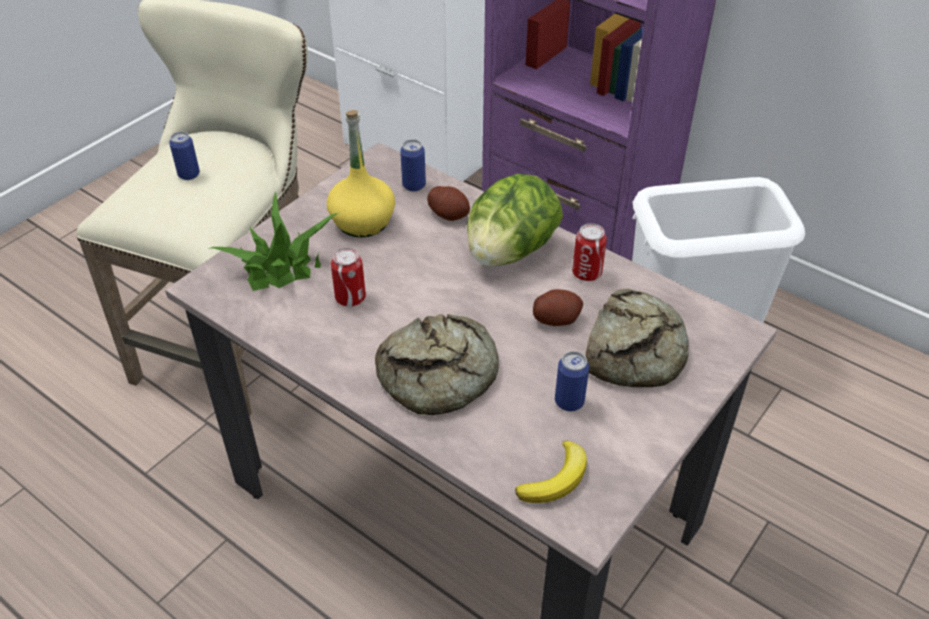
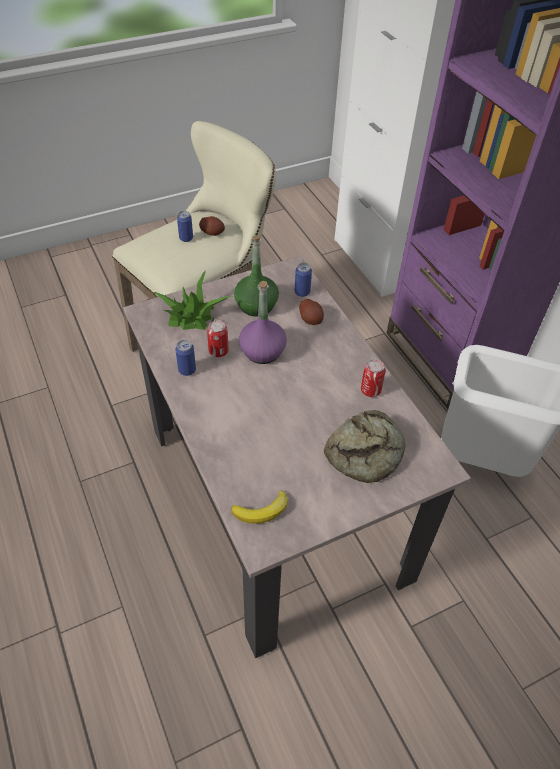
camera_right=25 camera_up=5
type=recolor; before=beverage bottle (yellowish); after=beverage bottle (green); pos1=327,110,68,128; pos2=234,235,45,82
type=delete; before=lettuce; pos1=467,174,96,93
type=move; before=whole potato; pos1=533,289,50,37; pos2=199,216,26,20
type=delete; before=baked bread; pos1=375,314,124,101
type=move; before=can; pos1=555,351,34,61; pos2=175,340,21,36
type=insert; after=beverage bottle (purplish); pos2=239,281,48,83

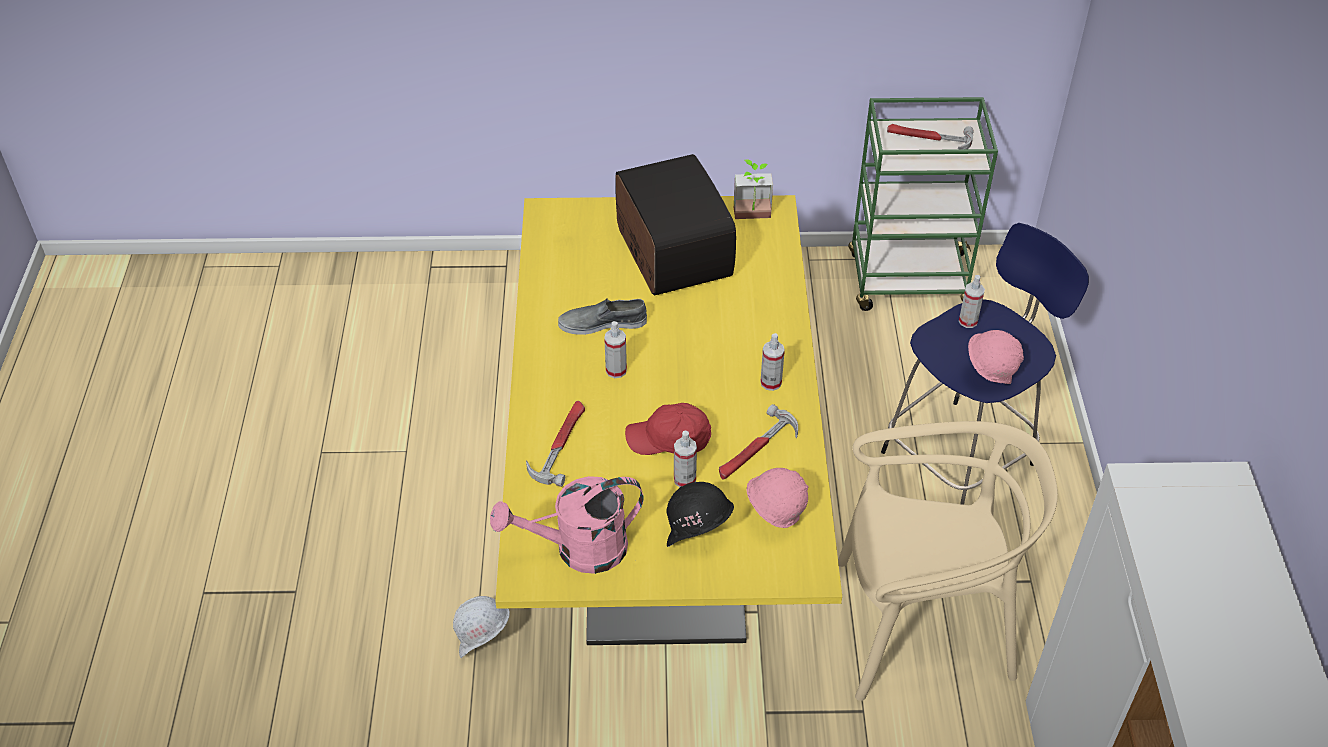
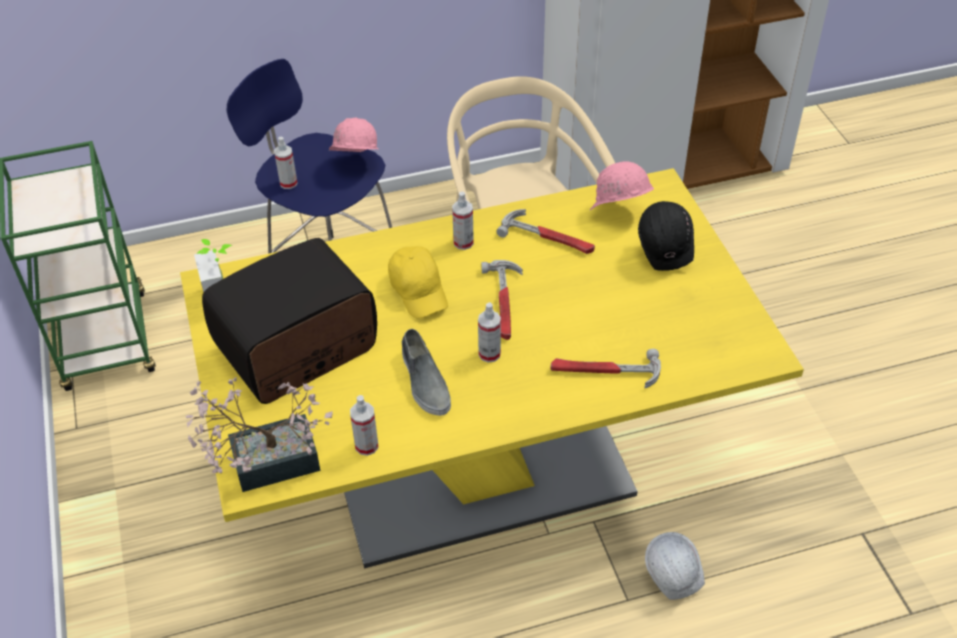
camera_right=-105 camera_up=0
type=move; before=hammer; pos1=887,124,87,25; pos2=481,260,42,80
type=delete; before=peaked cap (red); pos1=625,403,86,52
type=move; before=sprayer; pos1=674,430,23,58; pos2=350,395,28,61
type=delete; before=watering can (pinkish); pos1=490,476,154,98
type=insert; after=peaked cap (yellowish); pos2=388,246,60,72
type=insert; after=houseplant; pos2=185,377,148,115

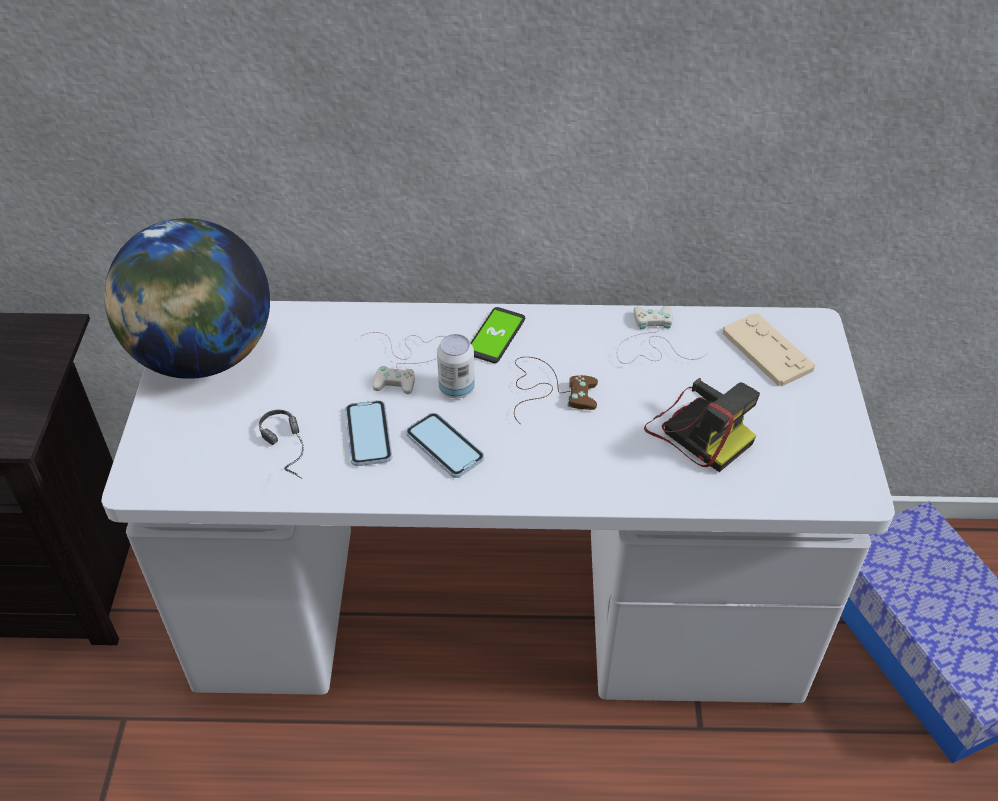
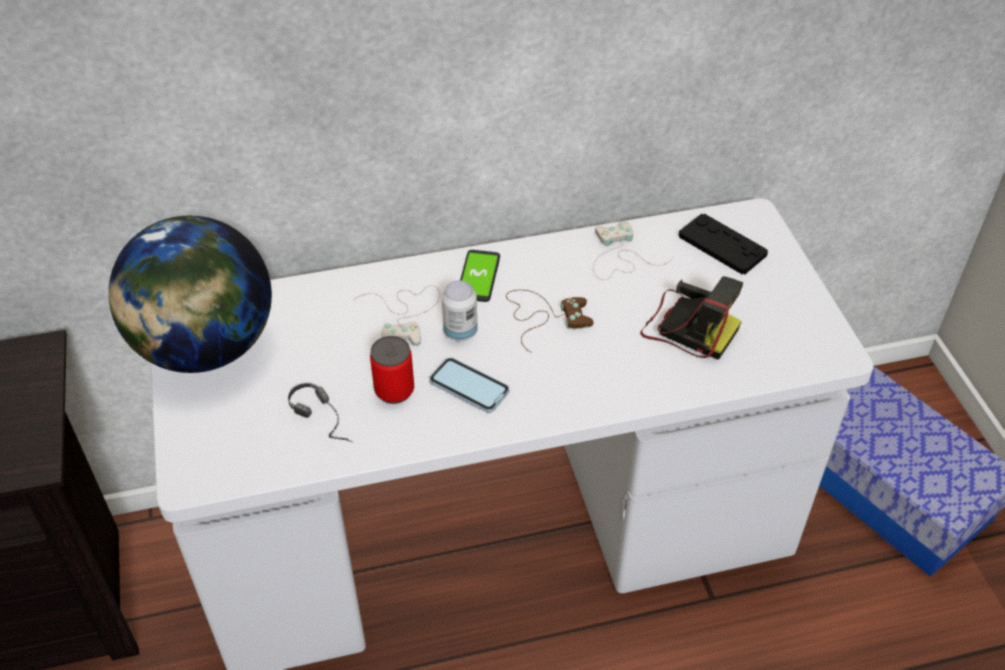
camera_right=-15 camera_up=0
type=recolor; before=gamepad (sand-coloured); after=gamepad (blackish); pos1=723,313,92,74; pos2=679,214,89,60
type=replace; before=handset; after=can; pos1=345,400,47,66; pos2=370,336,44,68

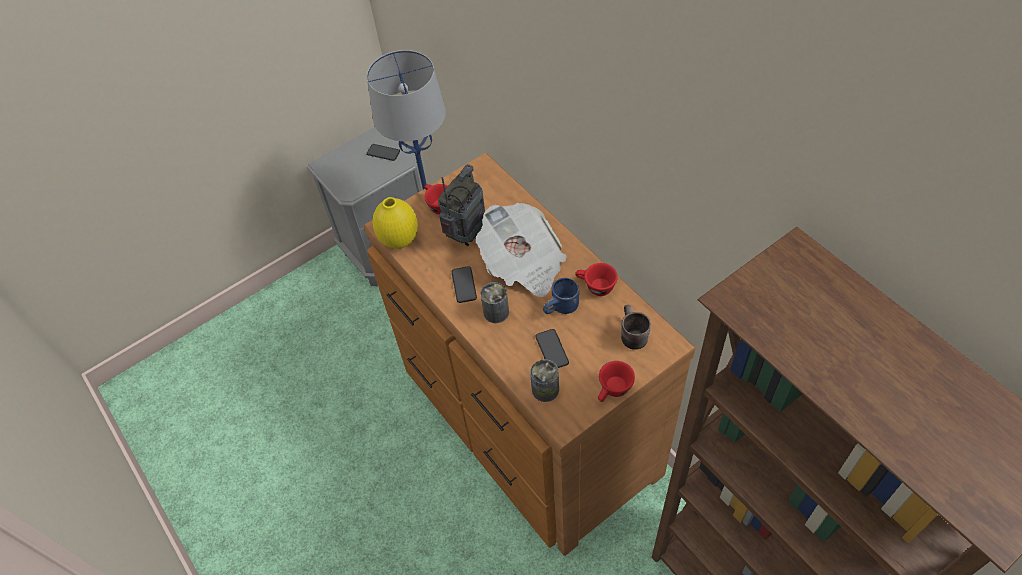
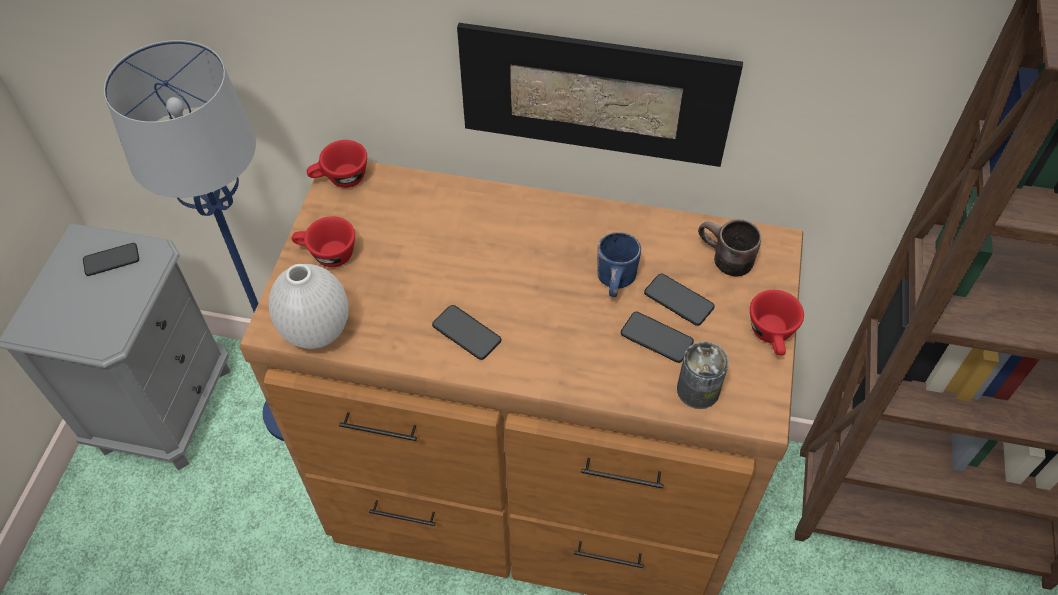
camera_right=-45 camera_up=0
type=delete; before=radio; pos1=438,164,47,82
type=recolor; before=flower vase (yellowish); after=flower vase (whitish); pos1=372,197,46,52; pos2=269,264,79,85
type=delete; before=daily paper; pos1=476,203,91,94
type=move; before=small cup (red); pos1=575,263,43,33; pos2=307,140,60,48
type=delete; before=can; pos1=480,282,29,41
type=insert; after=picture; pos2=457,23,286,144
type=insert; after=handset; pos2=644,273,71,53

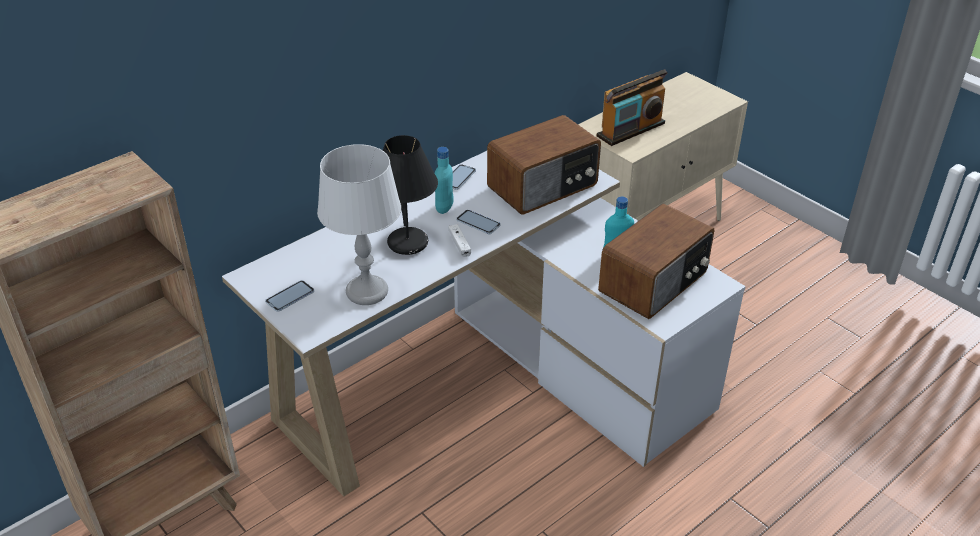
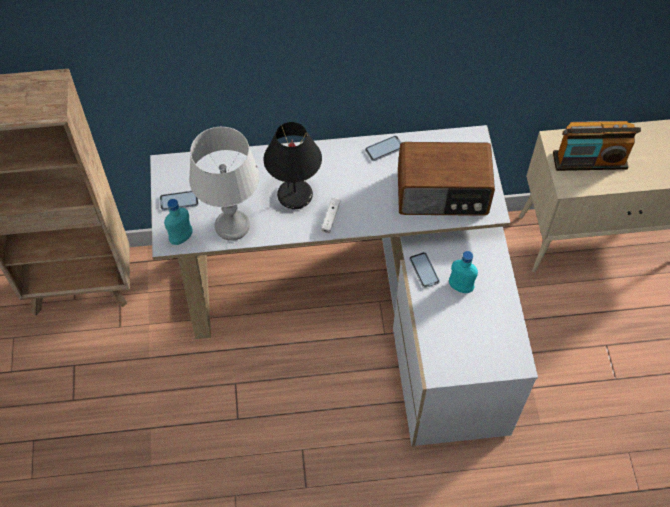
camera_right=35 camera_up=20
type=move; before=beverage bottle (turquoise); pos1=435,147,19,67; pos2=164,199,29,46
type=delete; before=radio; pos1=598,204,117,115
type=move; before=handset; pos1=456,210,45,24; pos2=409,252,31,36

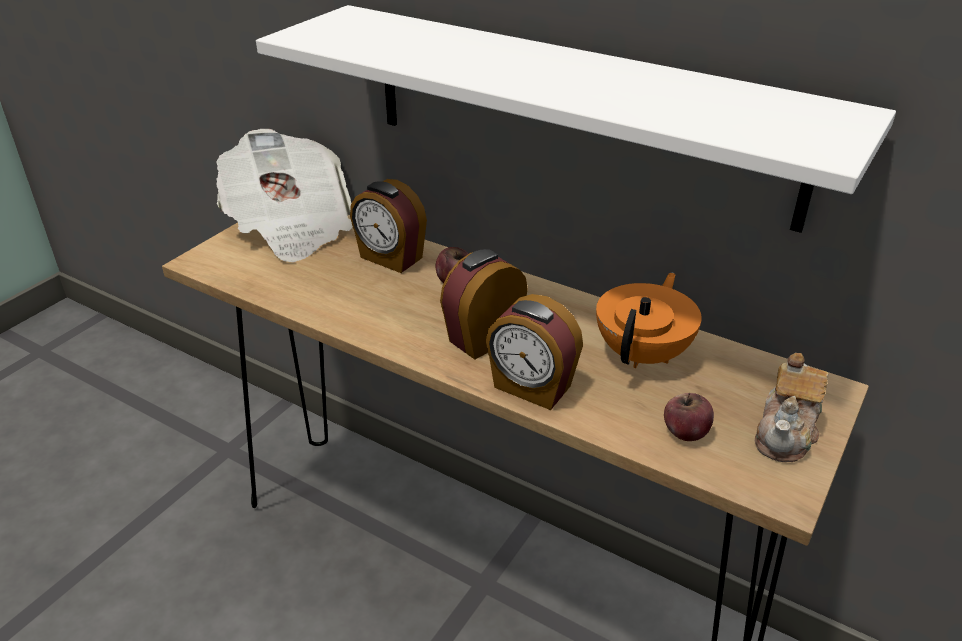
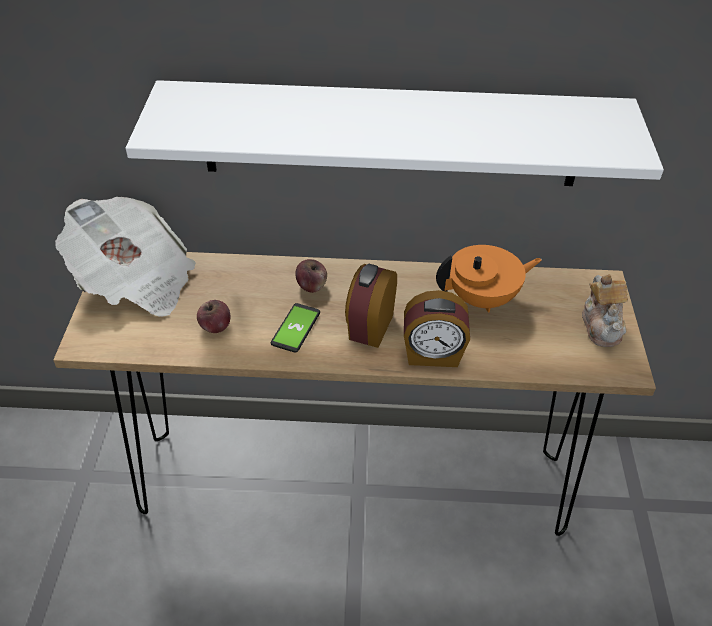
camera_right=-30 camera_up=10
type=delete; before=alarm clock; pos1=350,179,77,94
type=rotate; before=teapot (orange-coloured); pos1=596,273,106,95; pos2=436,245,106,67; turn=75
type=move; before=whole apple; pos1=664,393,50,48; pos2=197,300,34,33
type=insert; after=handset; pos2=271,303,49,49

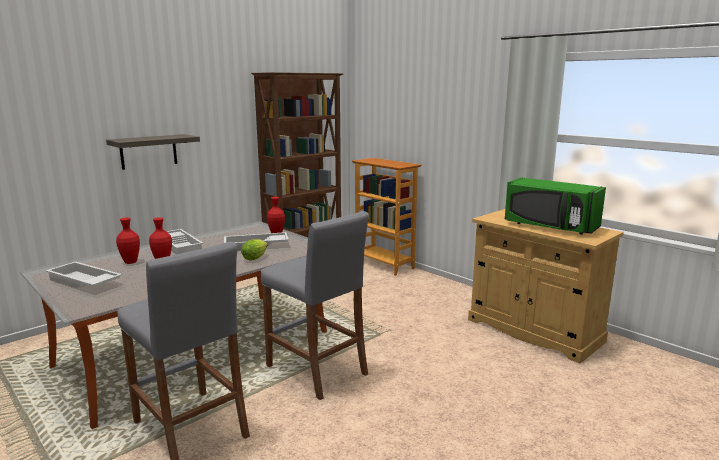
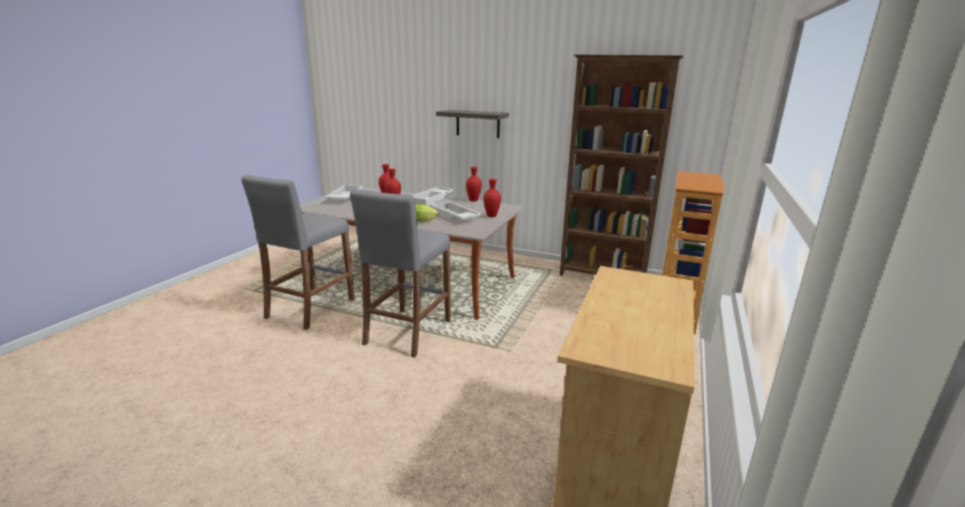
camera_right=65 camera_up=5
type=delete; before=kitchen microwave (green); pos1=505,177,101,58
type=insert; after=flower vase (red); pos2=466,167,16,34

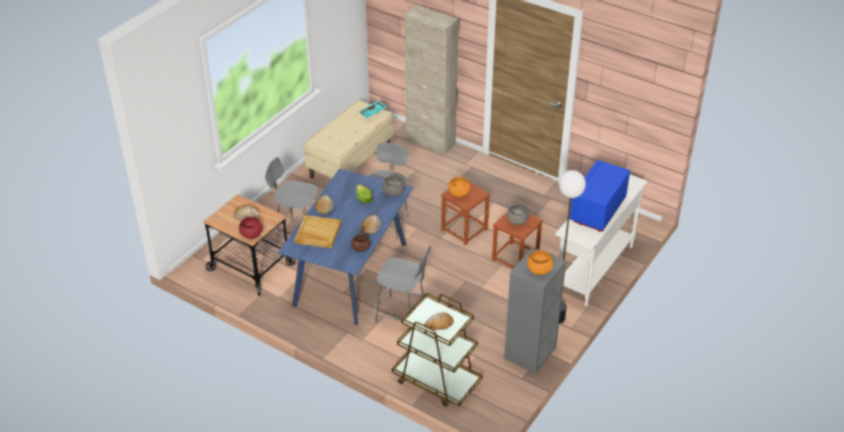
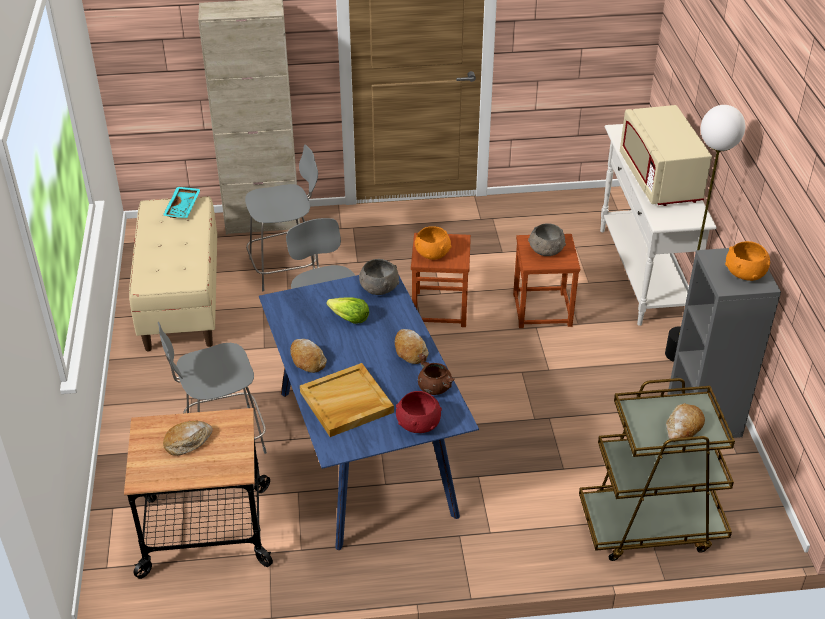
camera_right=-40 camera_up=0
type=recolor; before=kitchen microwave (blue-coloured); after=kitchen microwave (sand-coloured); pos1=570,160,60,72; pos2=620,105,92,101
type=move; before=deep dish (red); pos1=239,217,24,22; pos2=396,391,46,42
type=move; before=plain chair (gray); pos1=375,246,56,78; pos2=245,145,73,146

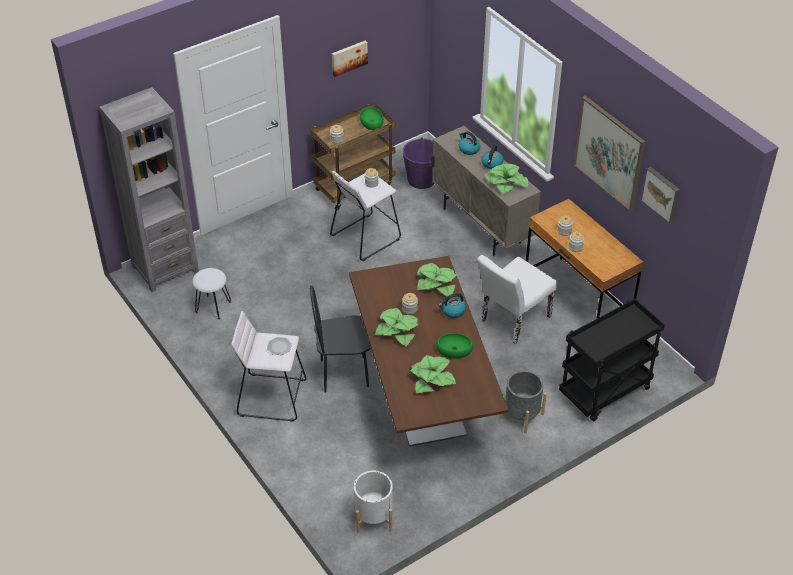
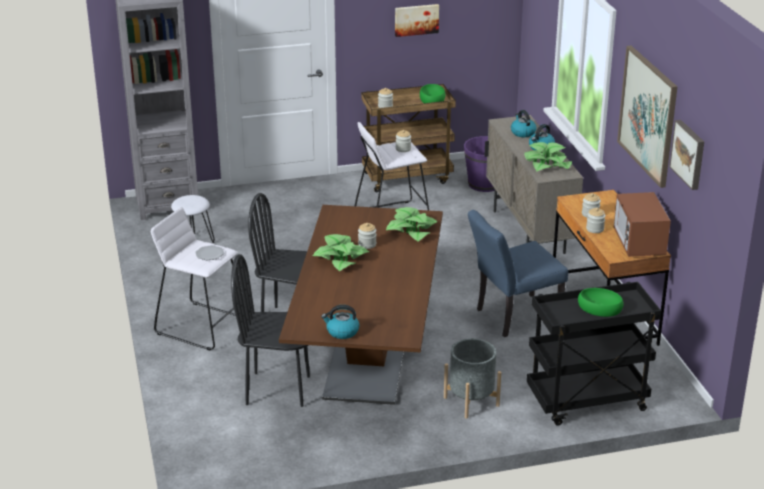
camera_right=20 camera_up=-15
type=recolor; before=plain chair (whitish); after=plain chair (blue-coloured); pos1=477,255,80,89; pos2=468,210,100,127
type=move; before=kettle; pos1=438,293,28,25; pos2=321,305,38,34
type=move; before=deep dish (green); pos1=436,333,37,26; pos2=578,288,46,29
type=delete; before=houseplant; pos1=410,355,46,38
type=delete; before=planter (whitish); pos1=354,470,39,63
type=insert; after=kitchen microwave; pos2=614,192,57,65
type=insert; after=plain chair (blackish); pos2=231,254,79,153

